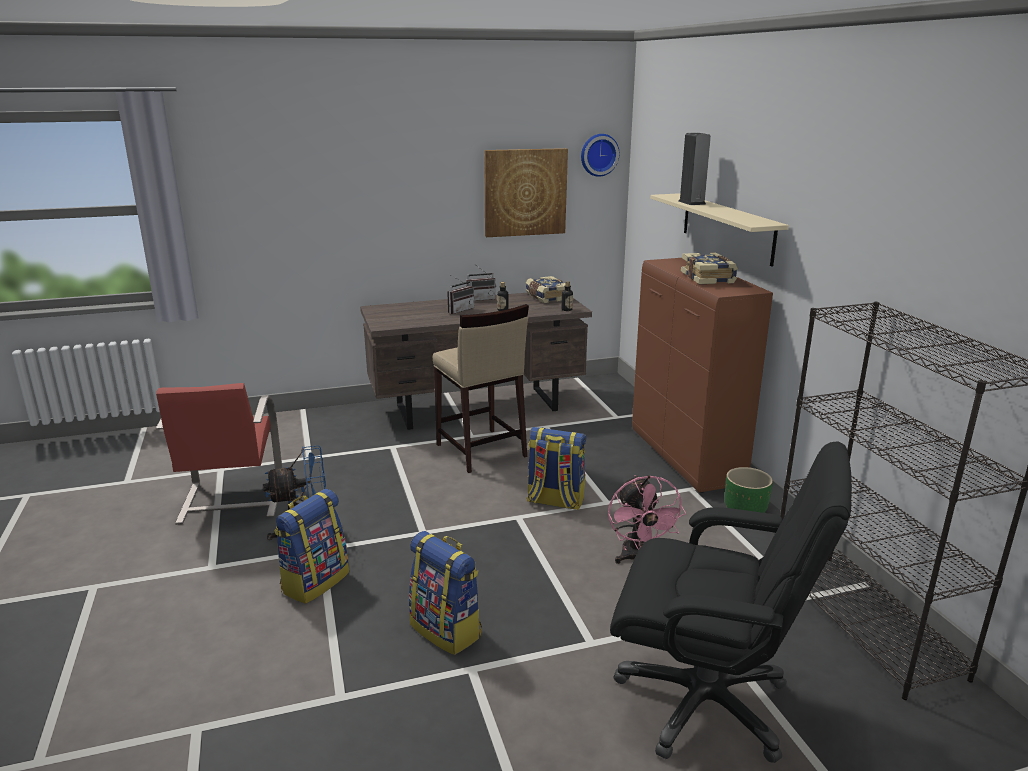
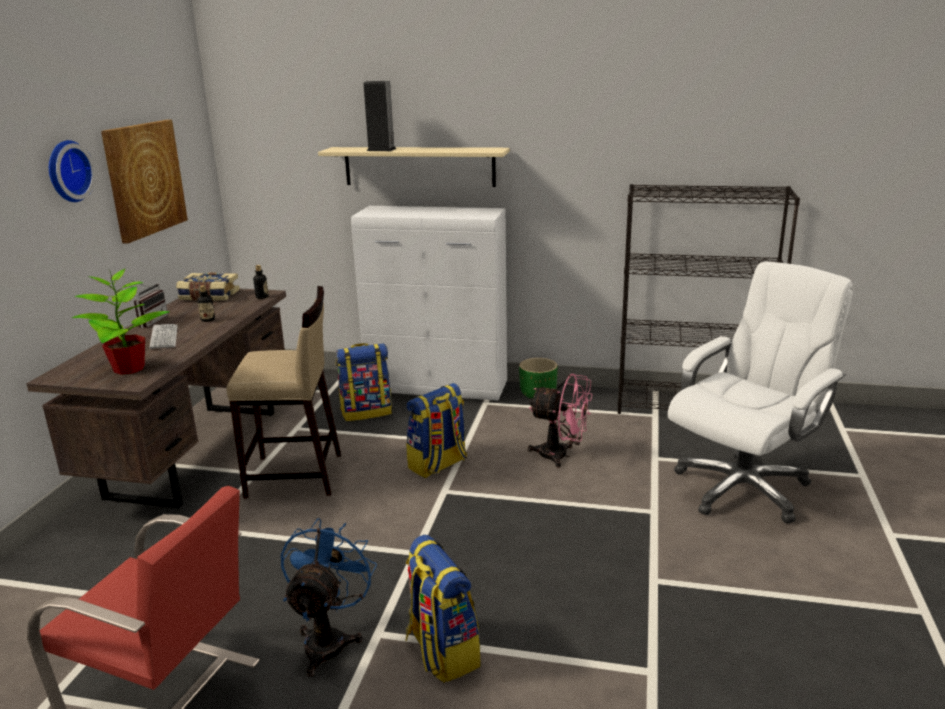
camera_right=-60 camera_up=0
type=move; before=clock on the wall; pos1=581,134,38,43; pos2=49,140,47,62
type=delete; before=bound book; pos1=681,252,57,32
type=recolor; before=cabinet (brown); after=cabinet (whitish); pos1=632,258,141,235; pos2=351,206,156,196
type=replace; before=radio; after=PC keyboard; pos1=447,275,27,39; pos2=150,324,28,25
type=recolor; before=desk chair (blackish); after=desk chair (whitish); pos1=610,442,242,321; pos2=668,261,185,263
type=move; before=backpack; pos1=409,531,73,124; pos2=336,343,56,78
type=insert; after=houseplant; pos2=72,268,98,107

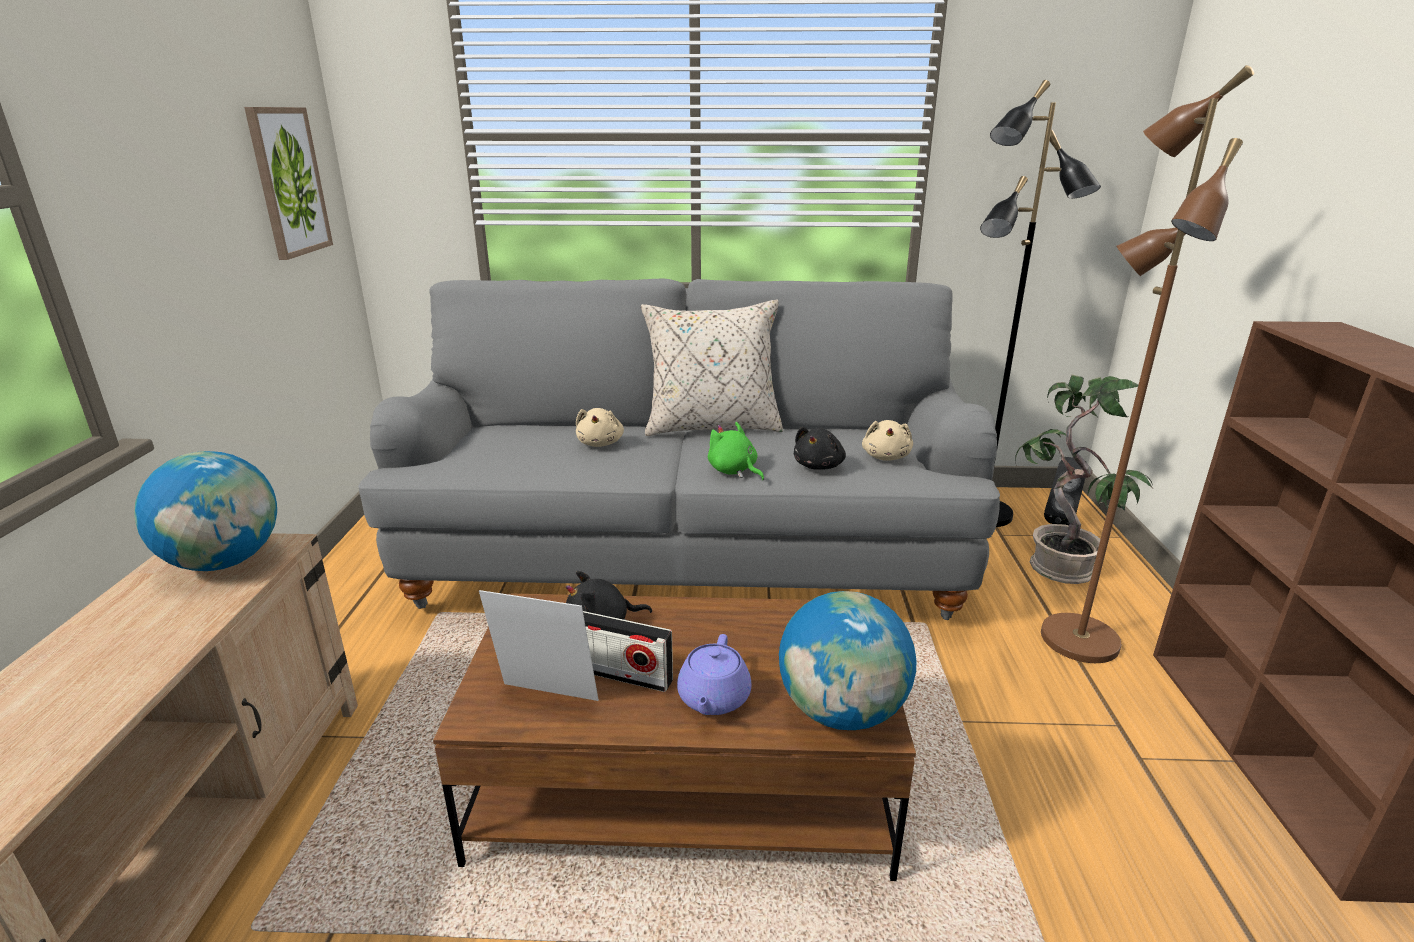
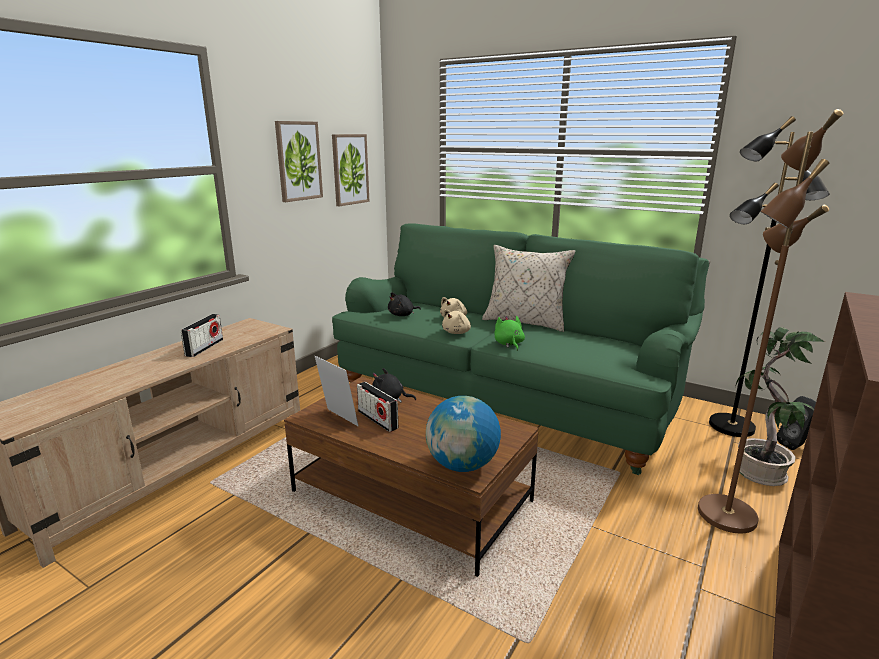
camera_right=30 camera_up=-5
type=recolor; before=settee (gray); after=settee (green); pos1=358,279,642,341; pos2=332,223,377,252
type=move; before=soft toy (sand-coloured); pos1=862,420,51,41; pos2=442,309,29,25
type=move; before=soft toy (blackish); pos1=794,427,52,43; pos2=388,292,33,24
type=delete; before=world globe; pos1=135,451,142,120
type=delete; before=teapot (purplish); pos1=677,634,75,81
type=insert; after=picture; pos2=275,121,48,81
type=insert; after=radio; pos2=181,314,42,43

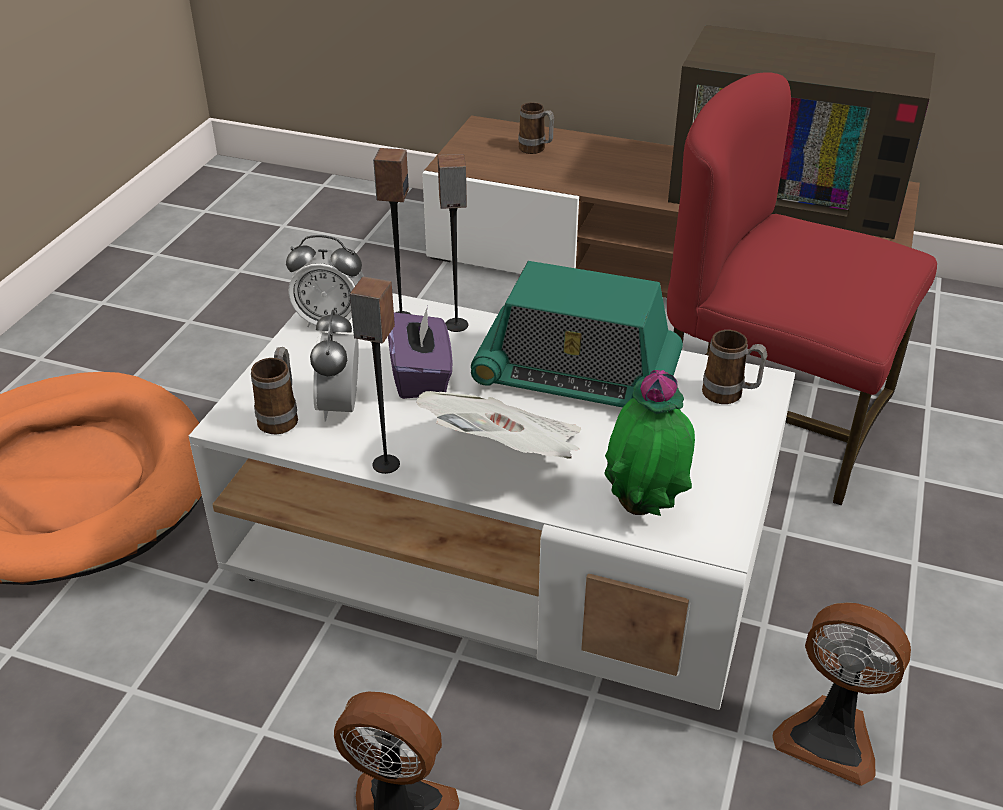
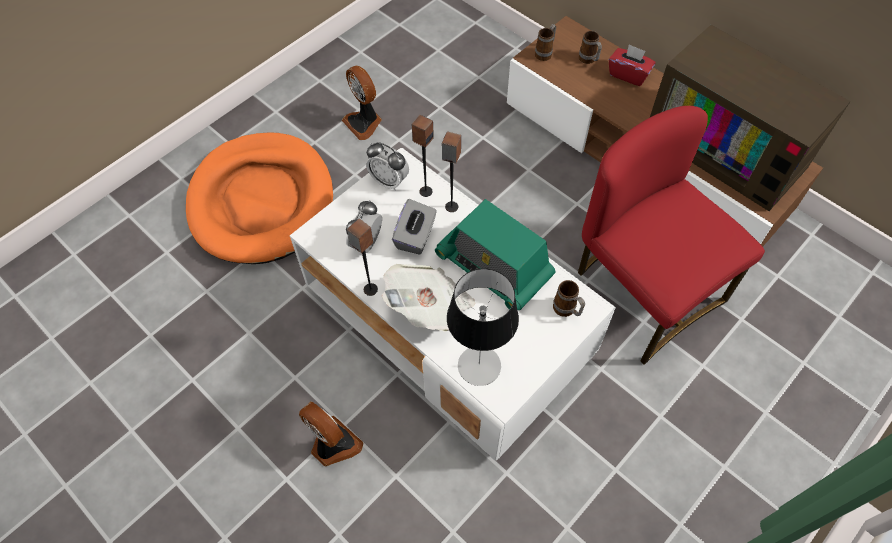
camera_right=25 camera_up=20
type=recolor; before=box of tissues (purplish); after=box of tissues (gray); pos1=388,306,64,93; pos2=392,199,45,56
type=move; before=mug; pos1=251,347,47,87; pos2=535,24,21,37
type=replace; before=houseplant; after=lamp for a table; pos1=604,370,91,146; pos2=447,268,72,118
type=move; before=cooling fan; pos1=772,602,139,184; pos2=342,66,40,74
type=insert; after=box of tissues (red); pos2=609,44,47,42

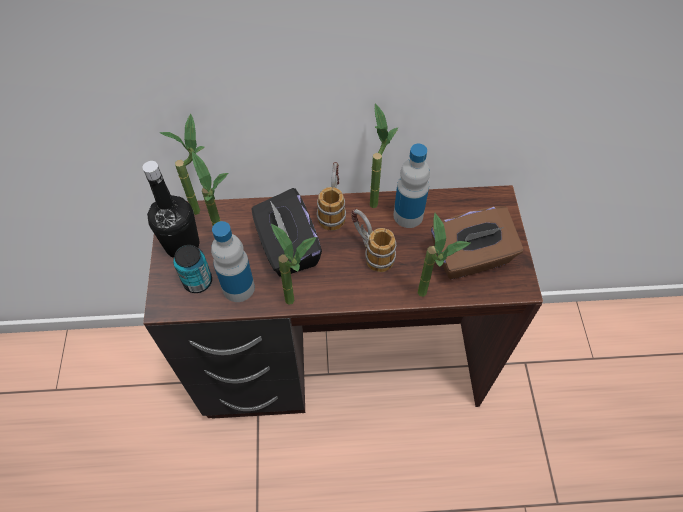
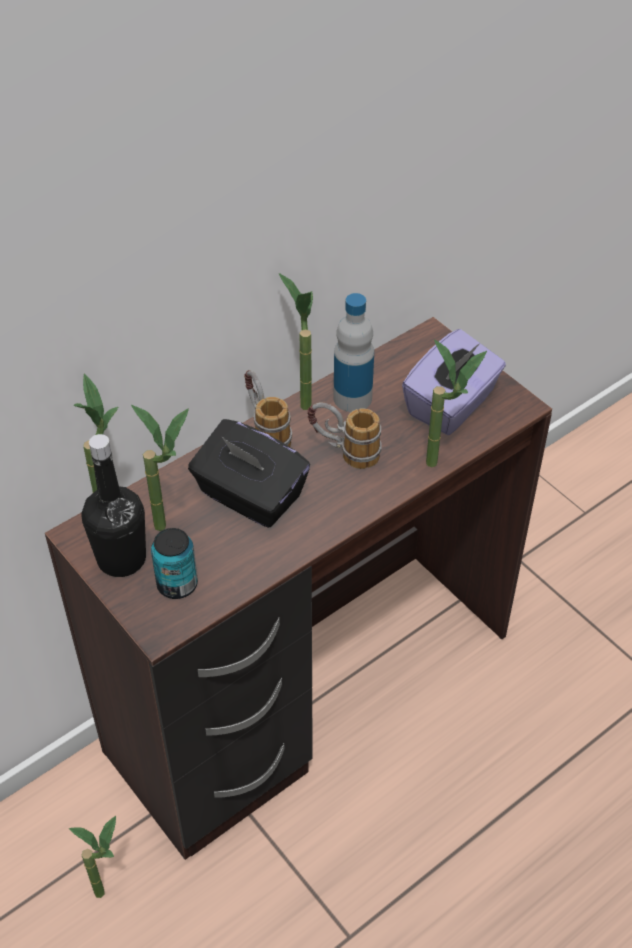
camera_right=-35 camera_up=-10
type=recolor; before=box of tissues (brown); after=box of tissues (purplish); pos1=431,206,93,74; pos2=402,329,104,106
type=delete; before=beverage bottle; pos1=211,221,44,81
type=move; before=houseplant; pos1=271,224,46,81; pos2=69,816,47,82

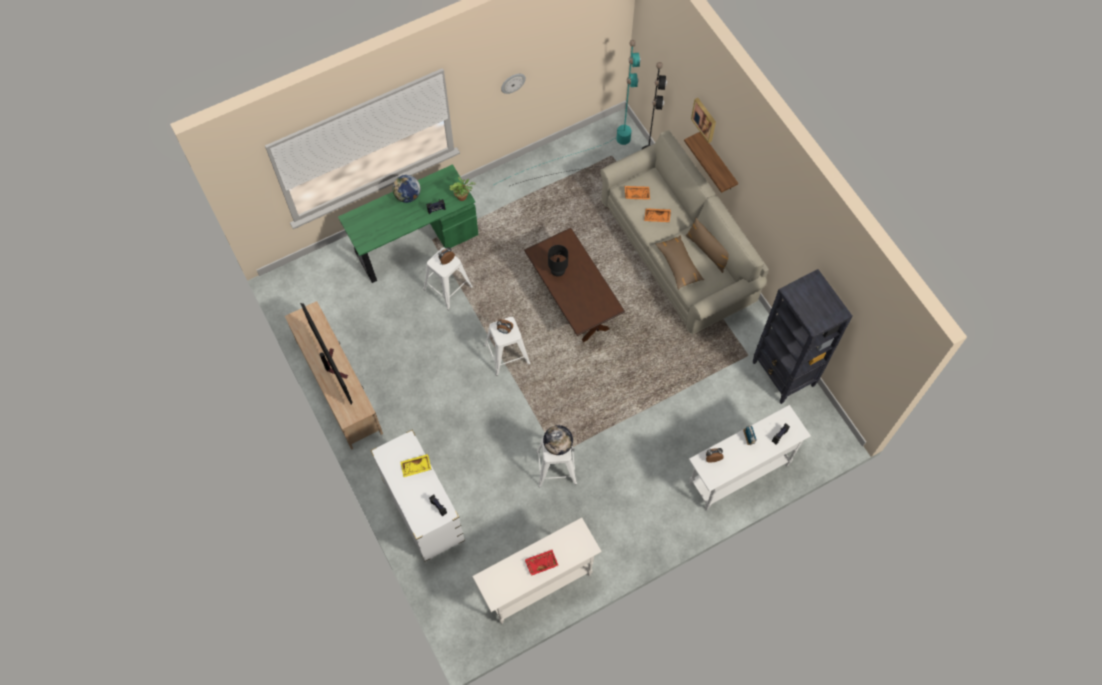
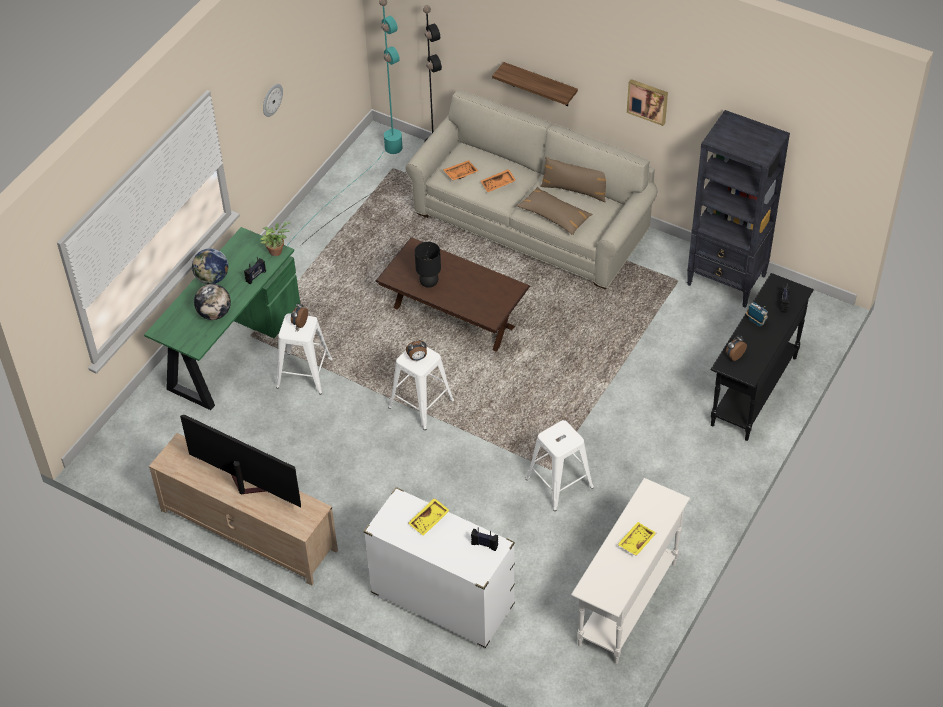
camera_right=-30 camera_up=-15
type=move; before=picture; pos1=691,98,25,45; pos2=627,79,41,47
type=recolor; before=narrow table (whitish); after=narrow table (blackish); pos1=689,405,122,105; pos2=711,273,103,168
type=move; before=world globe; pos1=543,425,30,30; pos2=194,284,37,36
type=recolor; before=carrying tray (red); after=carrying tray (yellowish); pos1=525,550,34,26; pos2=617,522,39,34

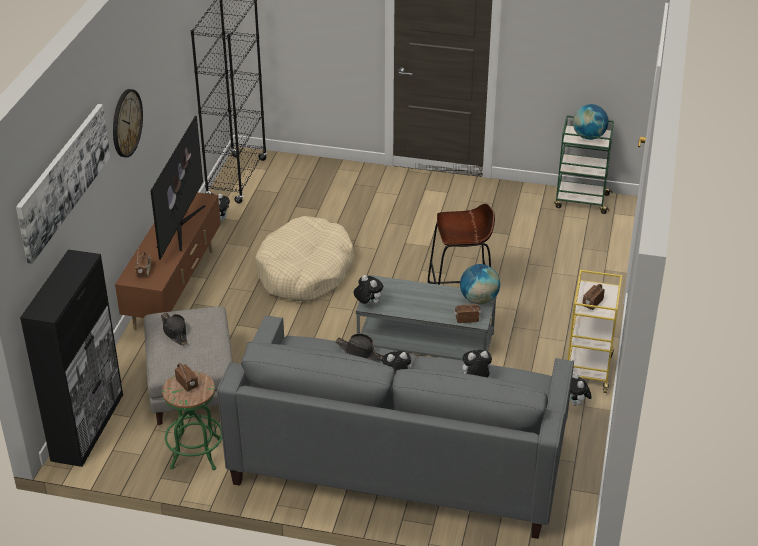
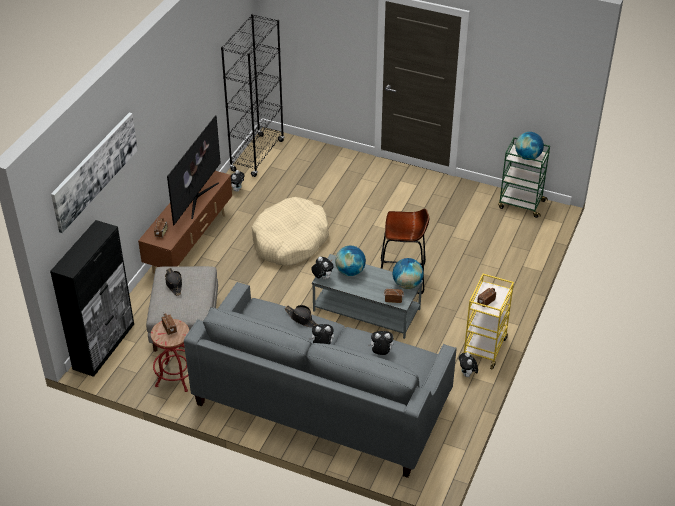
camera_right=10 camera_up=5
type=delete; before=clock on the wall; pos1=113,89,30,68
type=recolor; before=stool (green); after=stool (red); pos1=162,371,60,99; pos2=151,319,38,73
type=insert; after=world globe; pos2=335,246,31,30

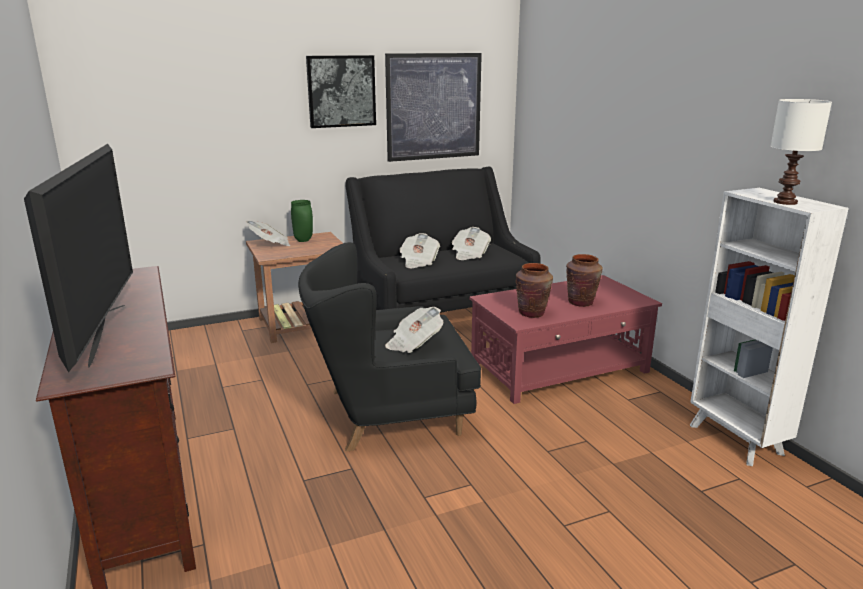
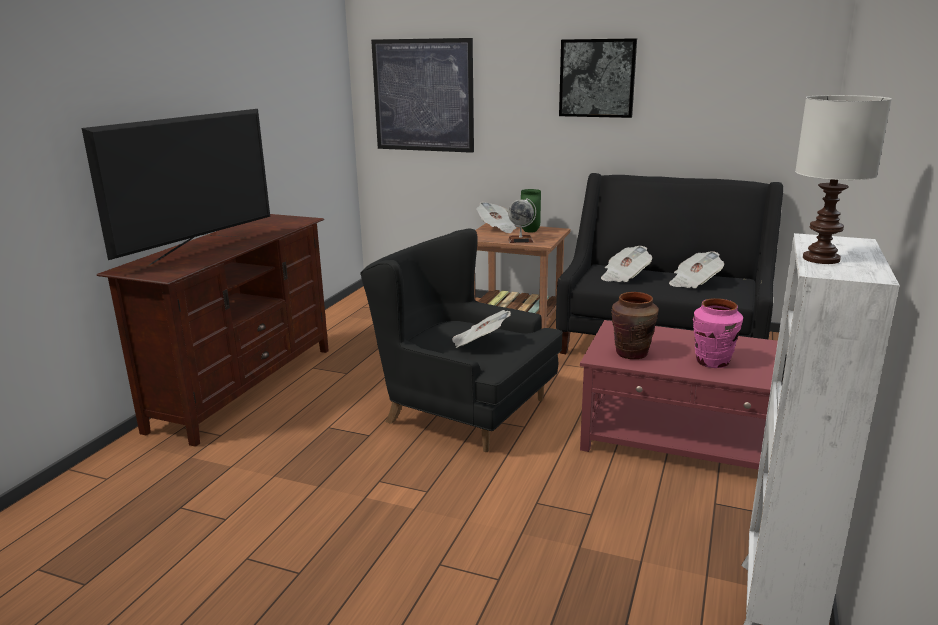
camera_right=45 camera_up=0
type=move; before=picture; pos1=385,53,97,109; pos2=371,38,103,115
type=recolor; before=flower vase (brown); after=flower vase (pinkish); pos1=566,254,37,53; pos2=693,298,50,70
type=insert; after=world globe; pos2=508,198,28,45

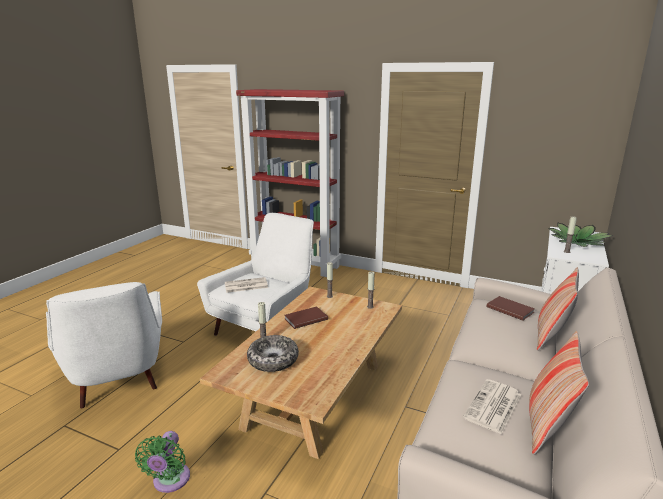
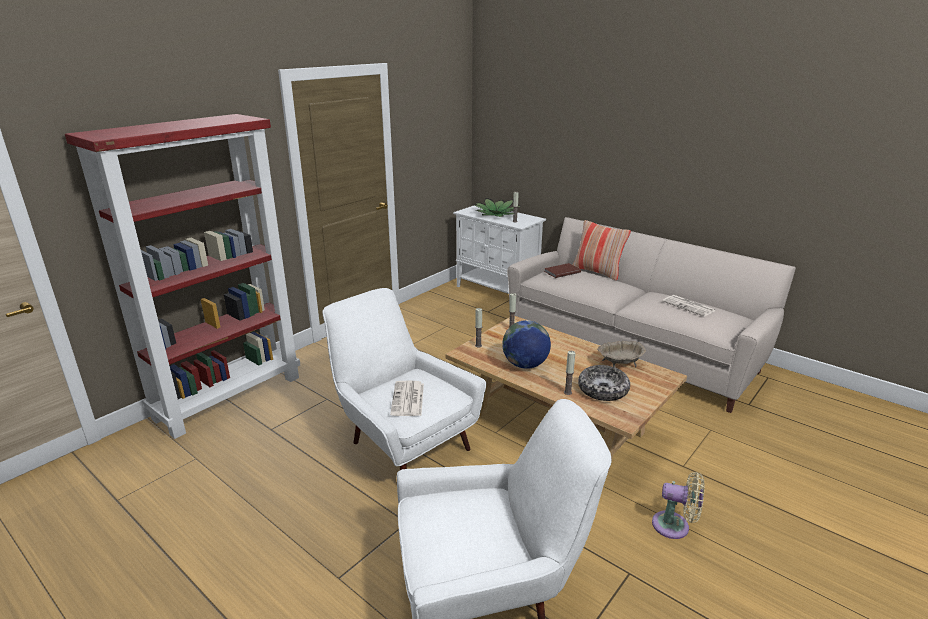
camera_right=-75 camera_up=5
type=replace; before=bound book (brown); after=world globe; pos1=285,306,43,23; pos2=502,320,49,49
type=delete; before=pillow; pos1=529,331,60,124
type=recolor; before=cooling fan (green); after=cooling fan (sand-coloured); pos1=135,431,55,62; pos2=652,472,53,67
type=insert; after=deep dish (sand-coloured); pos2=597,341,49,27

